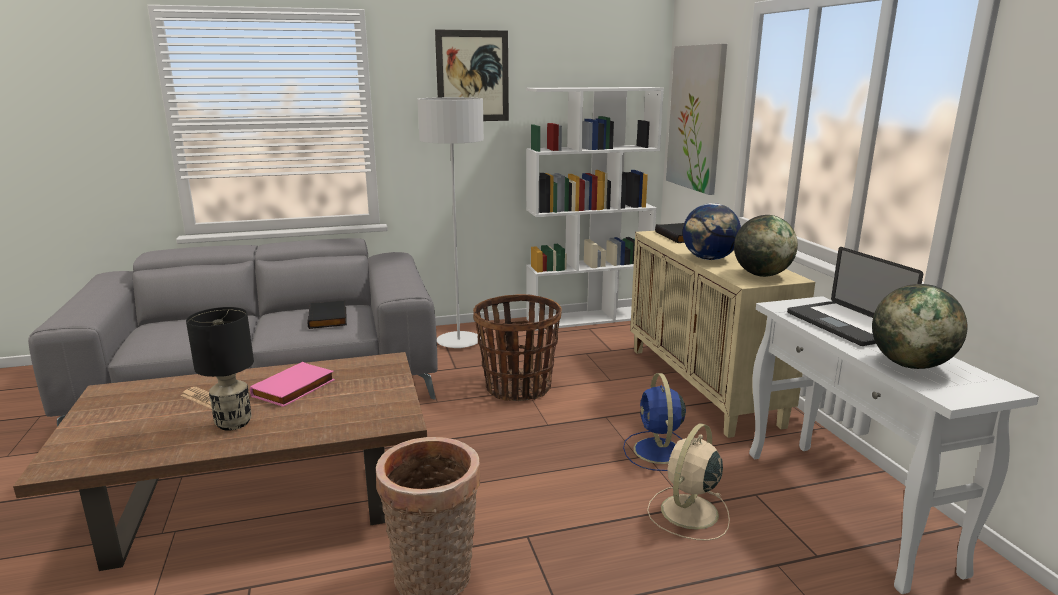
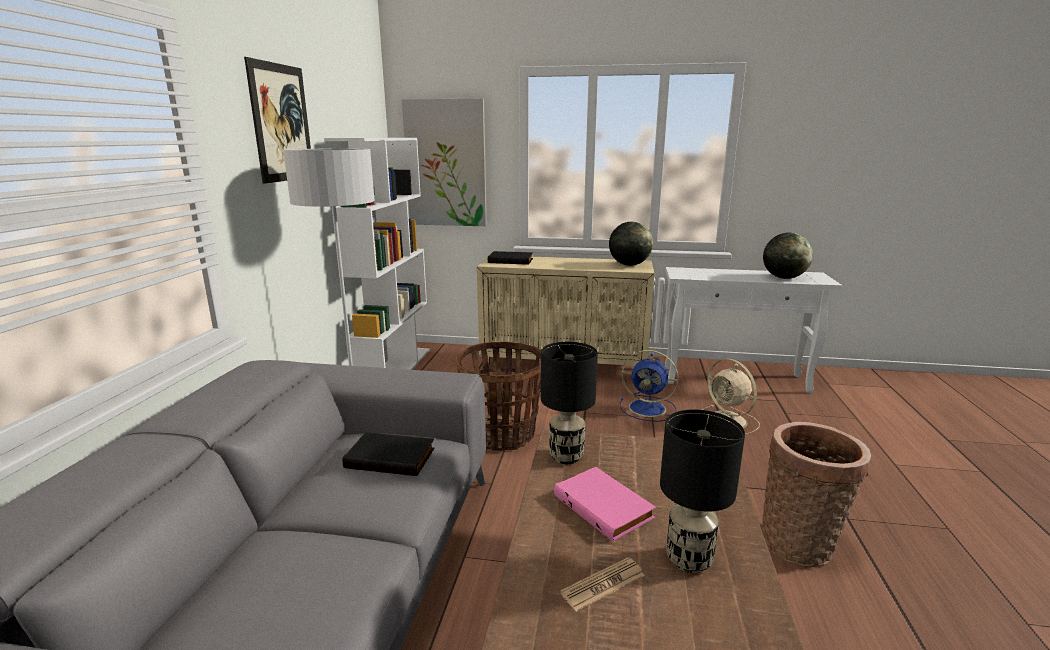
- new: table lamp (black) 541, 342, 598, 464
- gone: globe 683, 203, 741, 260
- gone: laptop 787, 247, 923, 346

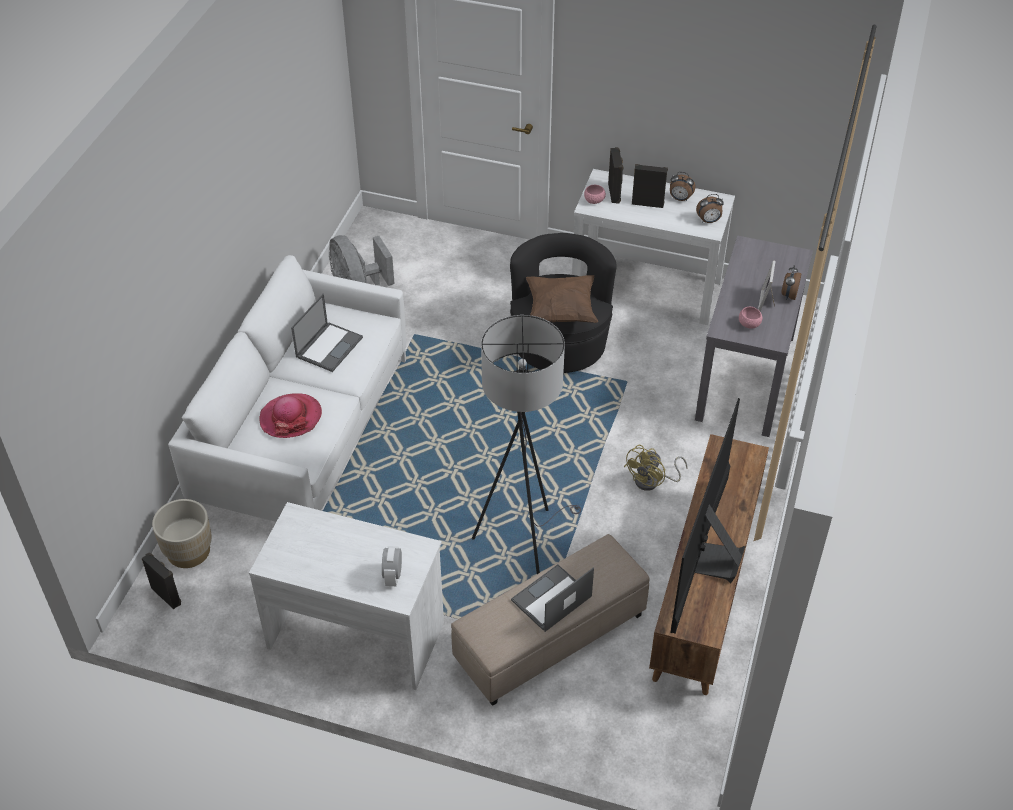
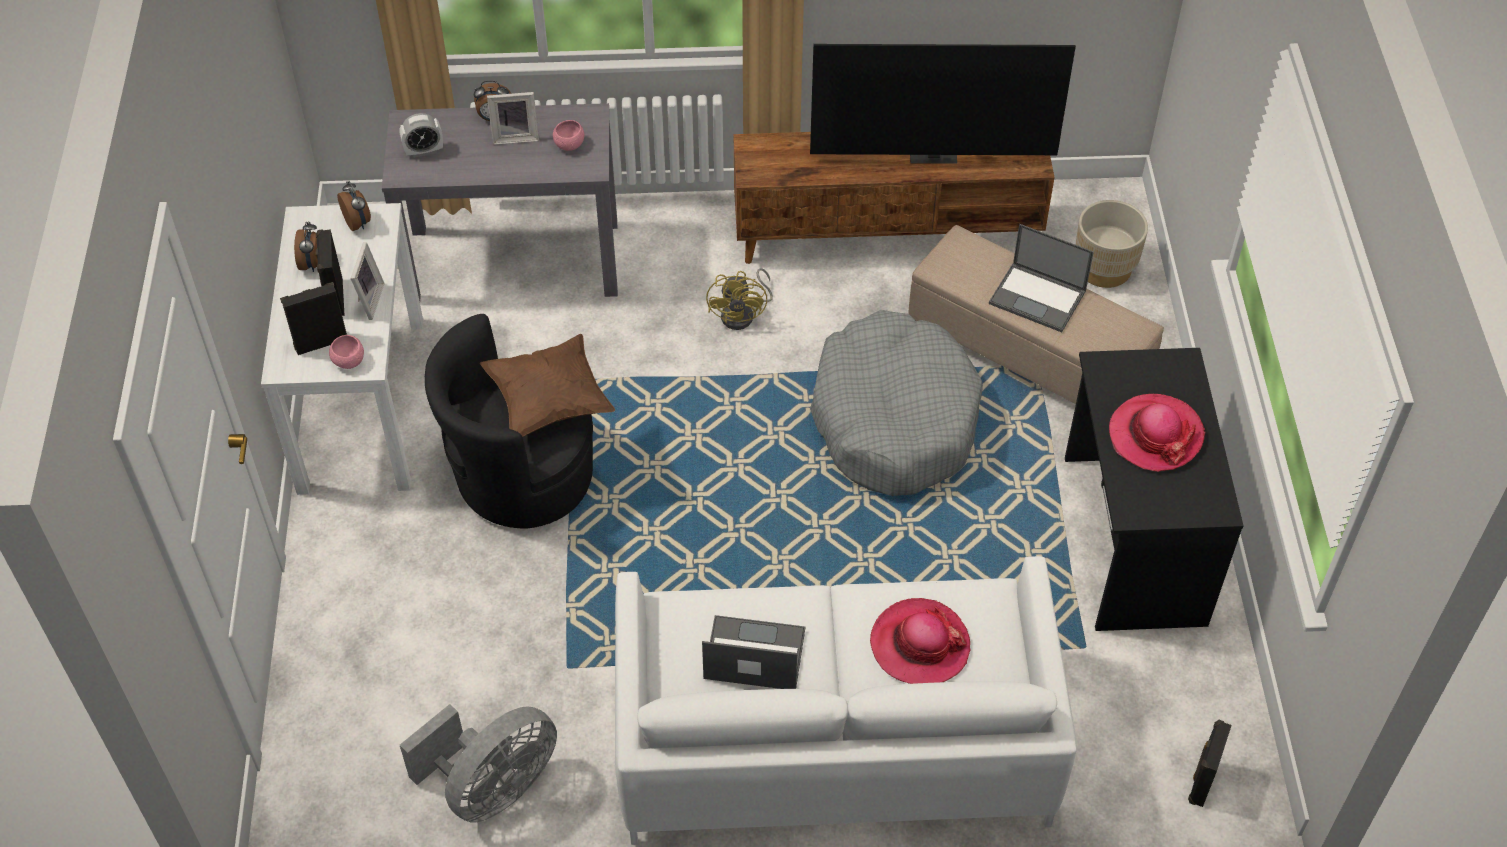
- new: picture frame 351, 242, 385, 320
- shifted: alarm clock 382, 546, 402, 586 to 400, 113, 443, 158
- rotated: fan (yellow) 624, 445, 688, 491 = 706, 268, 773, 330 75 degrees clockwise
- swapped: floor lamp (grey) 472, 315, 581, 574 to dog bed (grey) 810, 310, 983, 496
- repainted: desk (white) 249, 502, 444, 690 to desk (black) 1065, 348, 1243, 631
- shifted: planter (beige) 152, 499, 212, 568 to 1076, 200, 1148, 288
- new: hat 1109, 394, 1205, 472

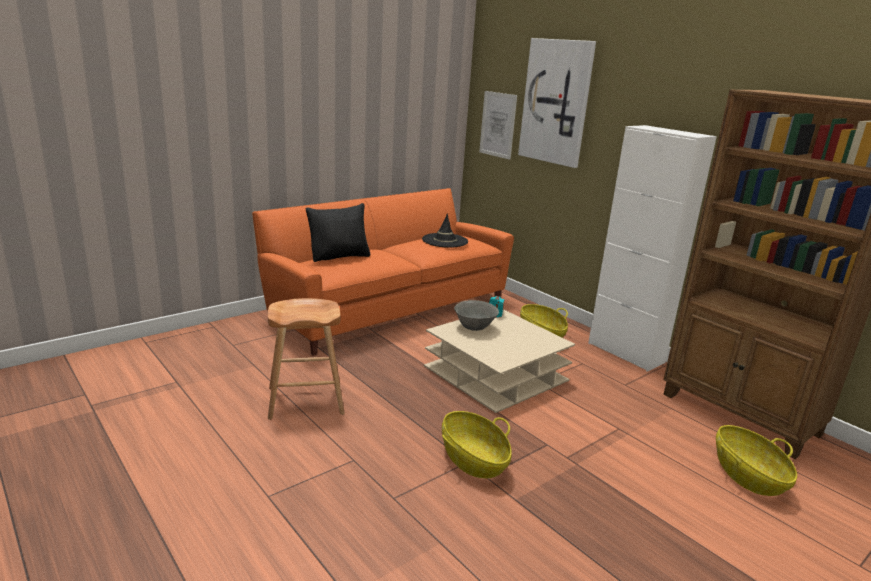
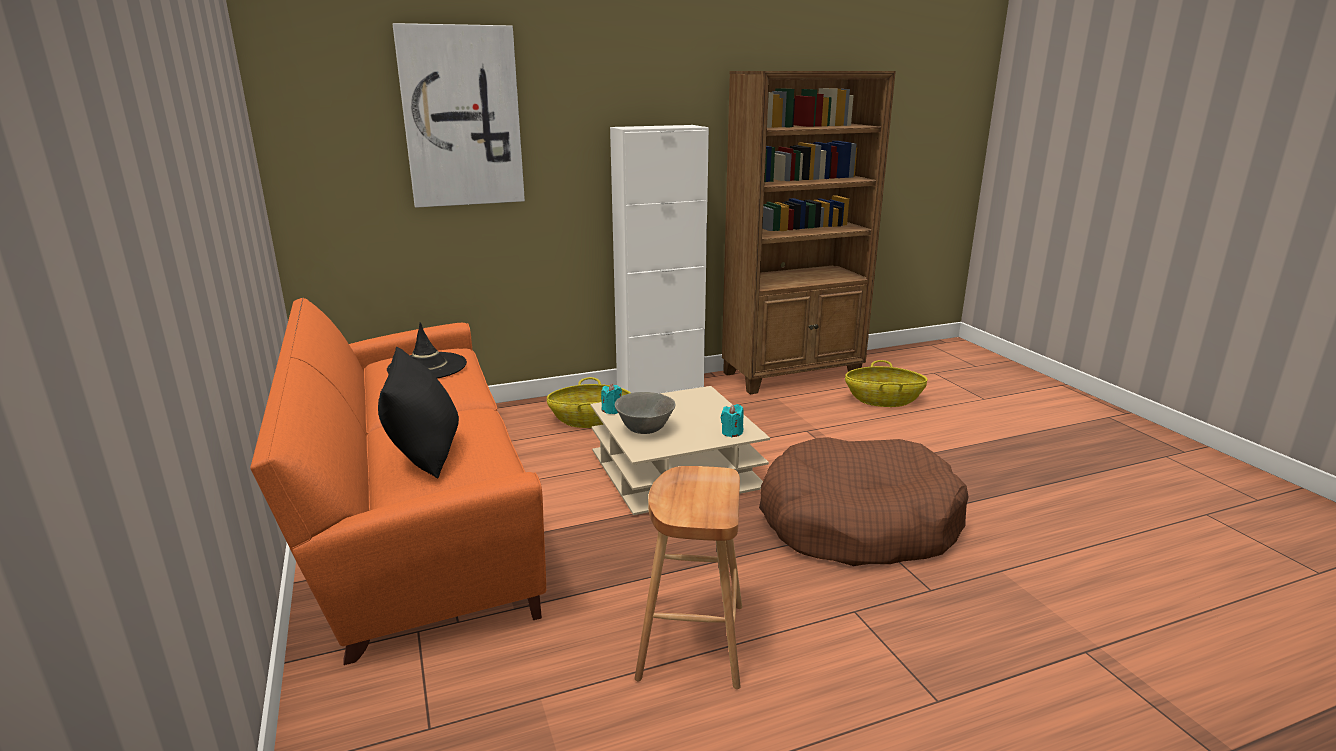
- new: candle (turquoise) 721, 404, 744, 437
- swapped: basket 442, 411, 512, 478 to dog bed (brown) 759, 437, 969, 566
- gone: picture 479, 91, 517, 160

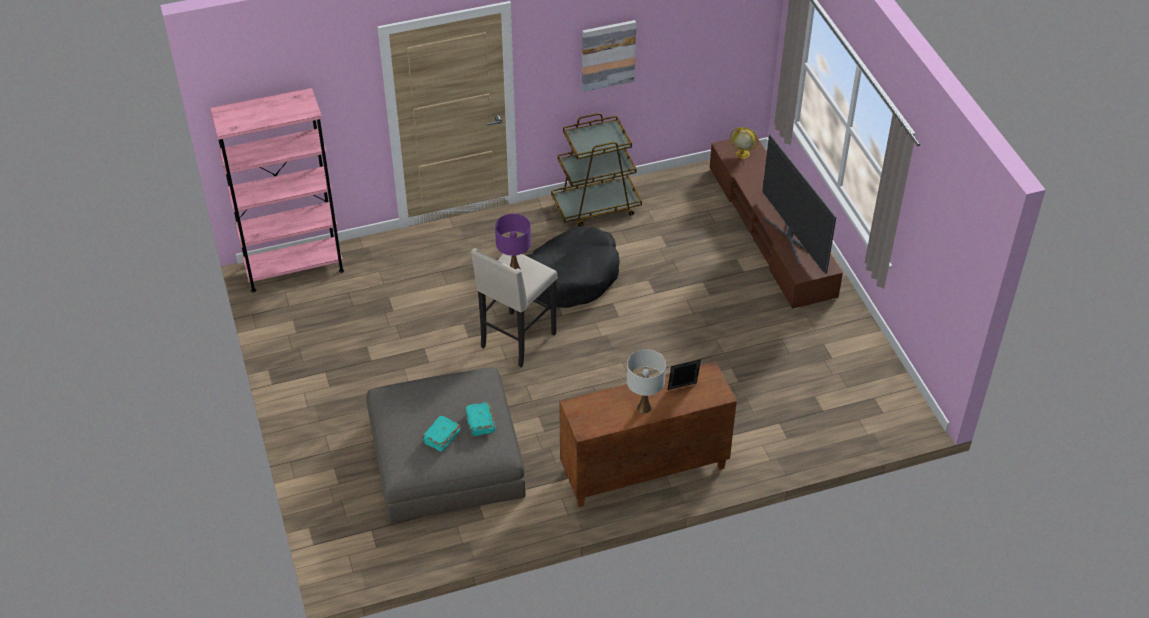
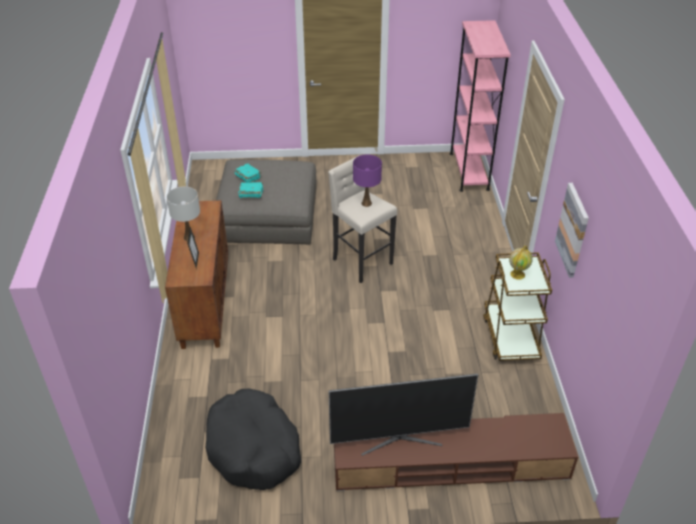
- shifted: dog bed (black) 526, 226, 620, 308 to 206, 388, 301, 490
- shifted: globe 730, 127, 758, 159 to 509, 246, 533, 280

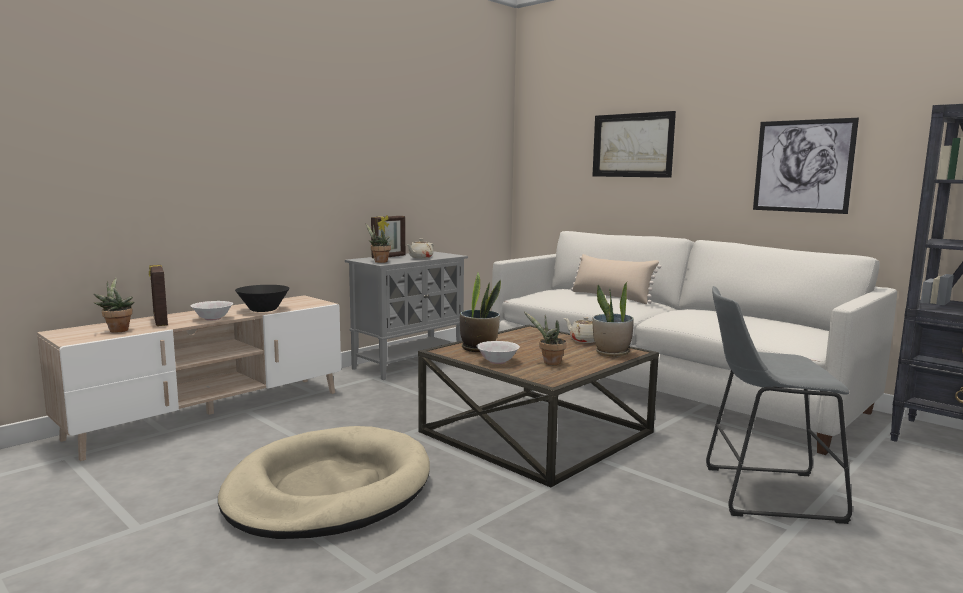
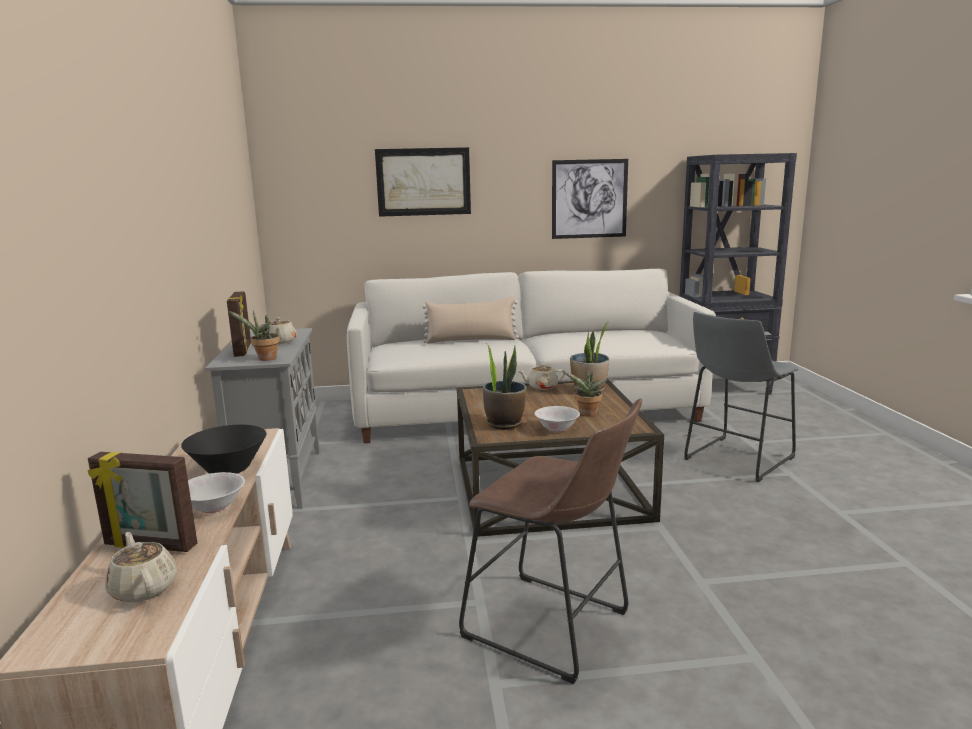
- swapped: potted plant 94, 278, 134, 333 to teapot (beige) 105, 532, 177, 603
- swapped: dog bed (beige) 218, 426, 430, 539 to stool (brown) 459, 398, 642, 684

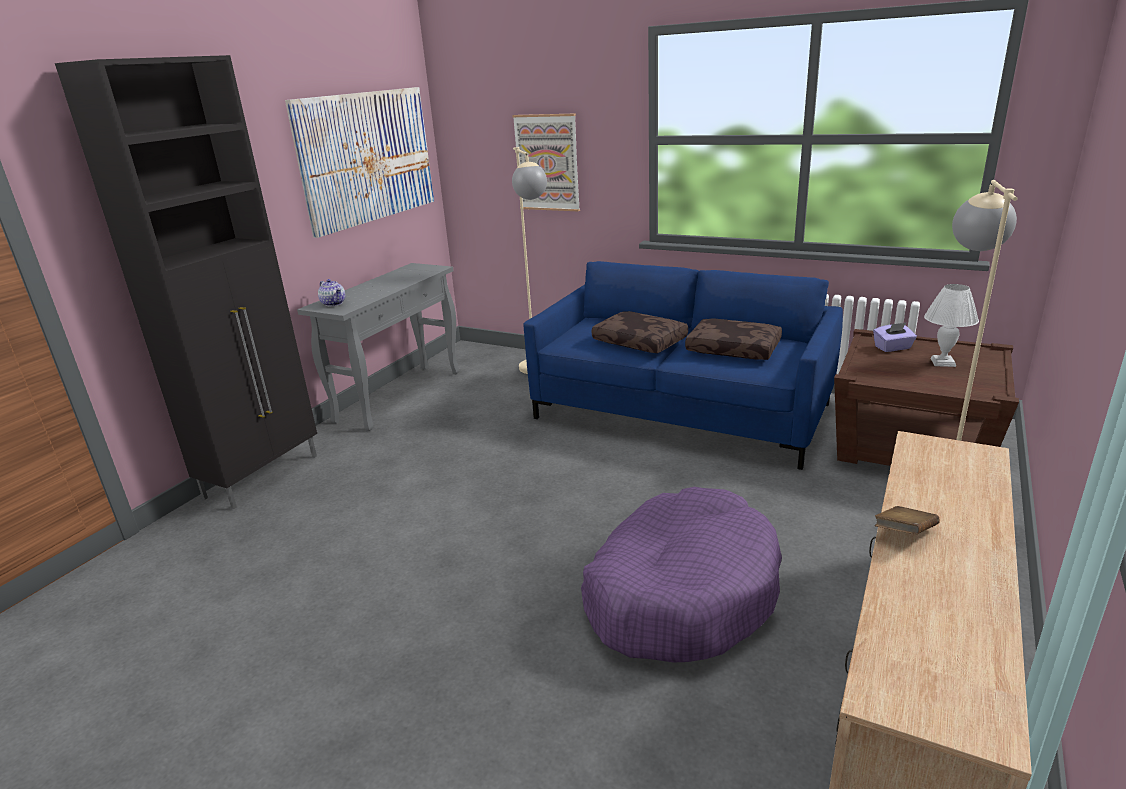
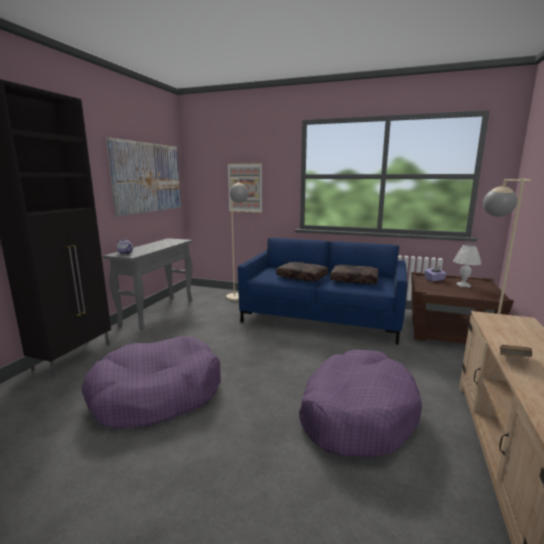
- new: dog bed (purple) 82, 336, 221, 428

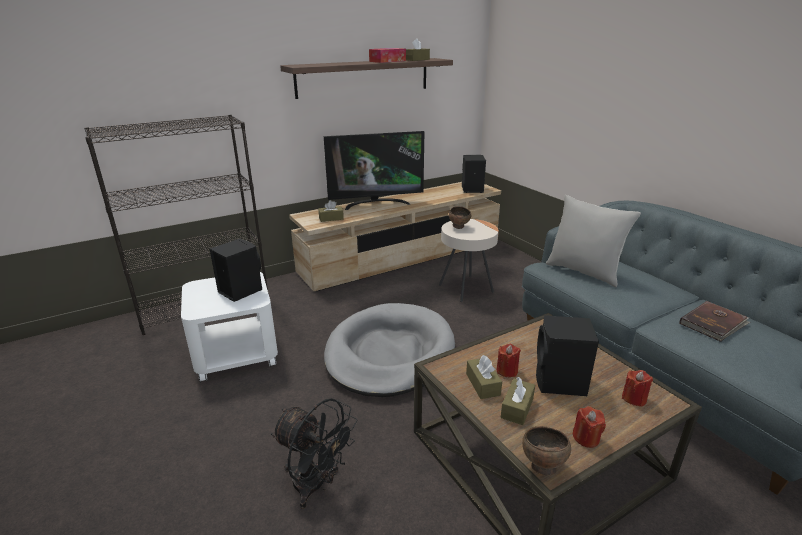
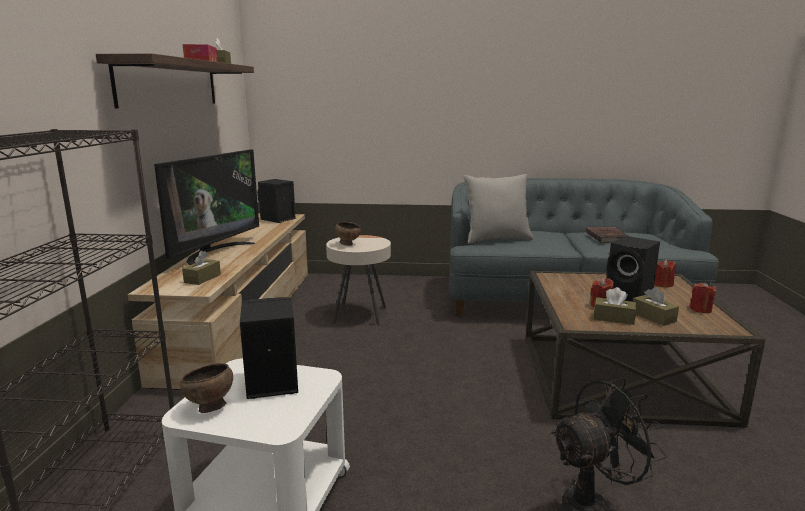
- shifted: bowl (brown) 522, 426, 571, 475 to 180, 363, 233, 413
- gone: dog bed (grey) 324, 303, 455, 397

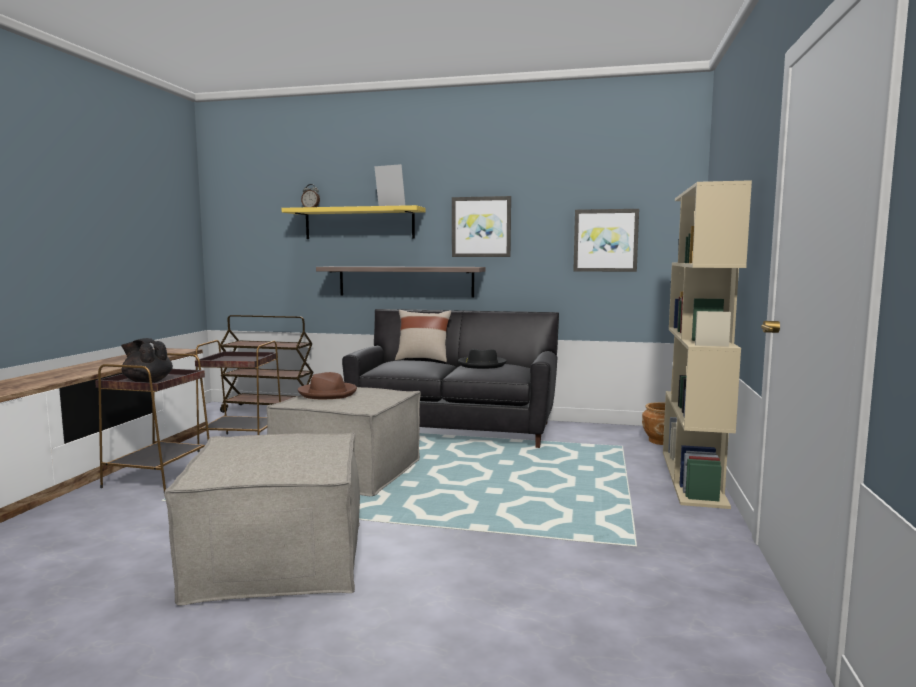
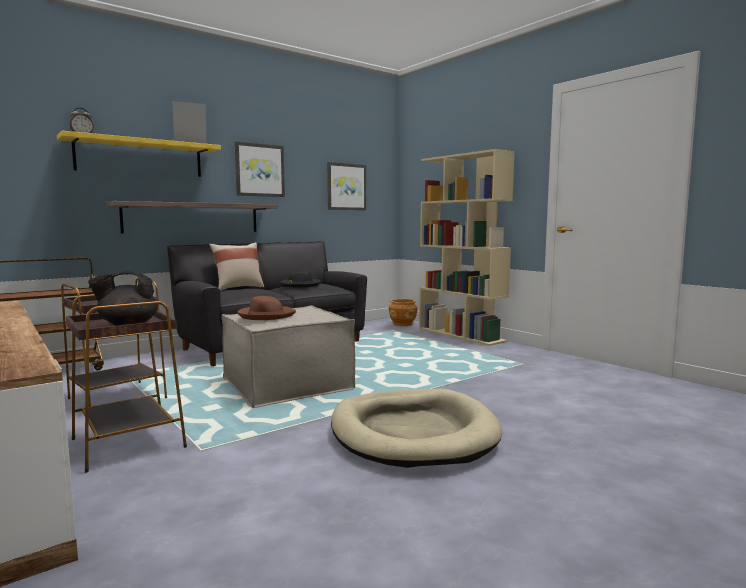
- swapped: ottoman (beige) 164, 433, 360, 605 to dog bed (beige) 331, 389, 502, 468

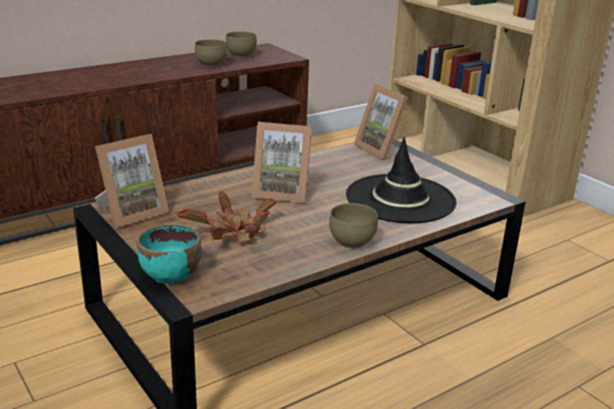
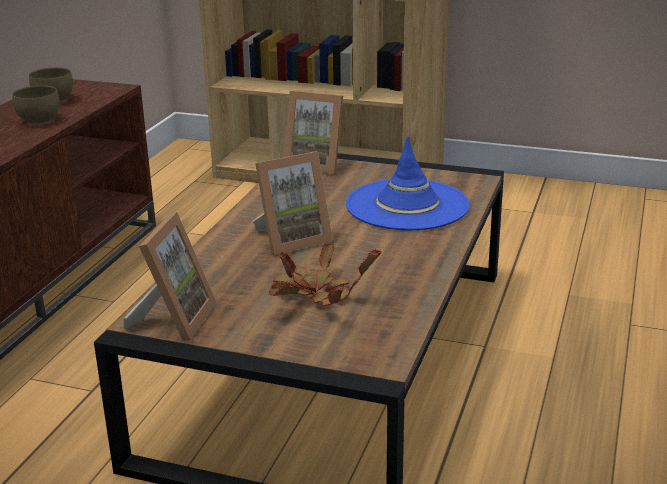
- repainted: hat (black) 346, 137, 456, 223 to hat (blue) 346, 136, 470, 230
- gone: bowl (turquoise) 137, 223, 202, 284
- gone: bowl (brown) 329, 203, 378, 248

